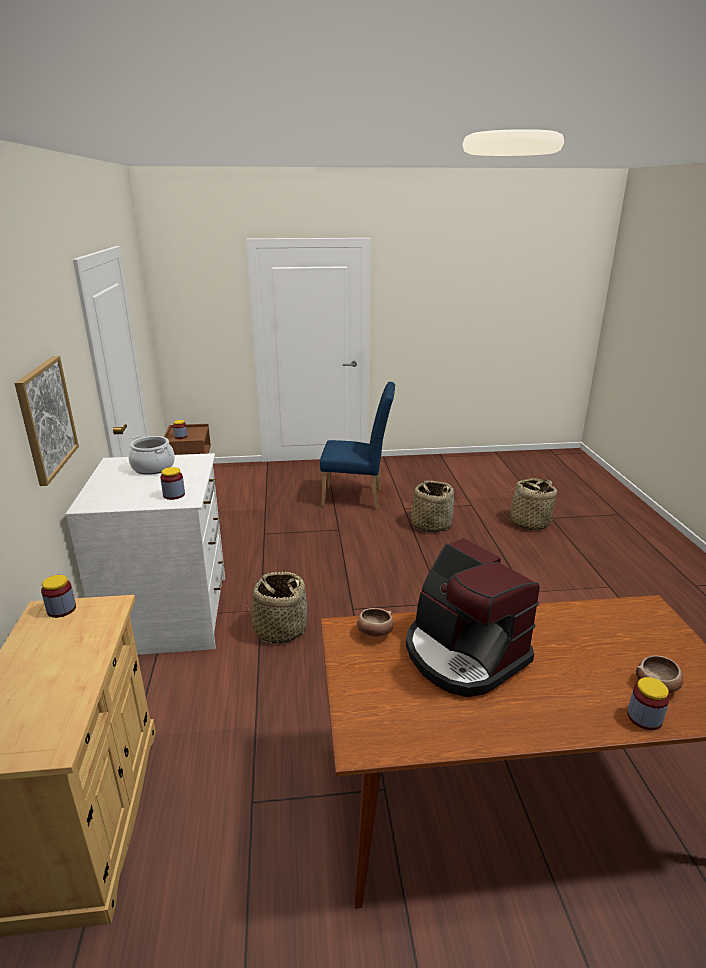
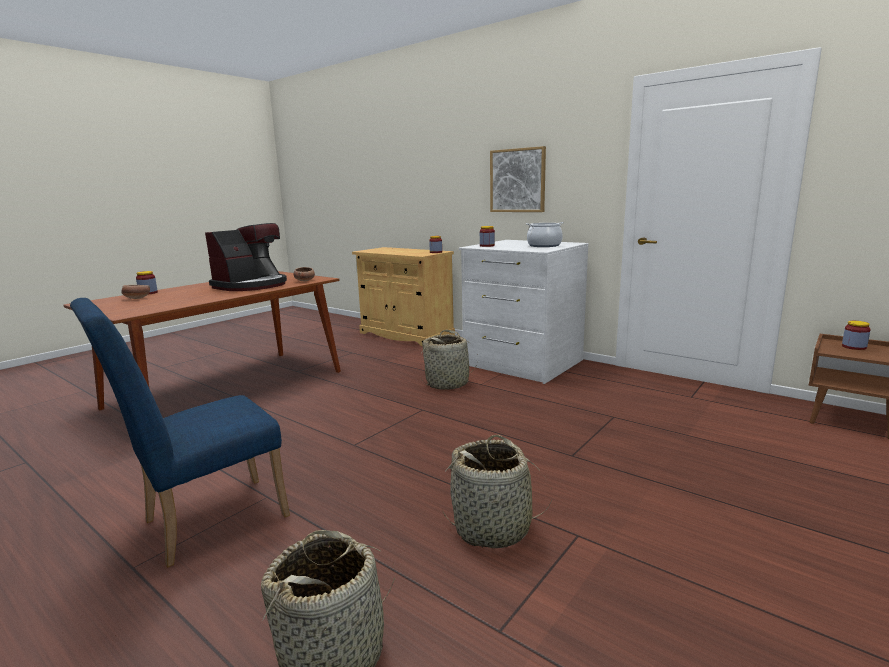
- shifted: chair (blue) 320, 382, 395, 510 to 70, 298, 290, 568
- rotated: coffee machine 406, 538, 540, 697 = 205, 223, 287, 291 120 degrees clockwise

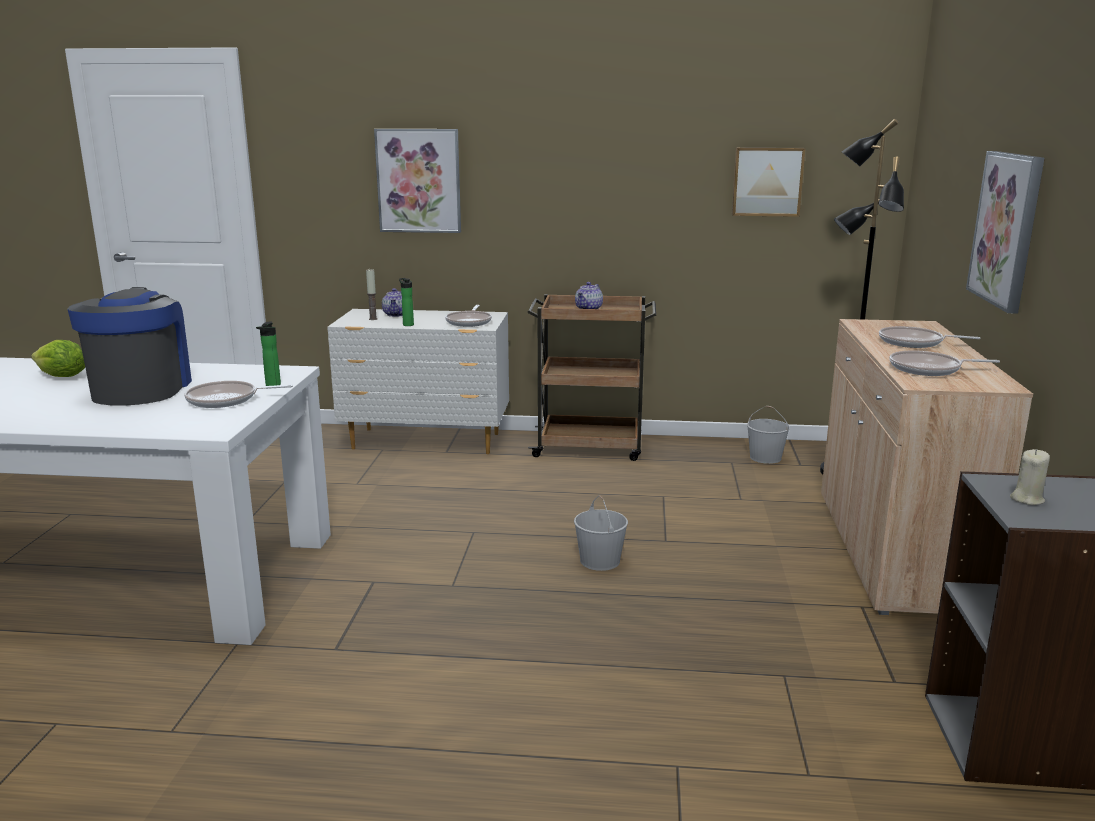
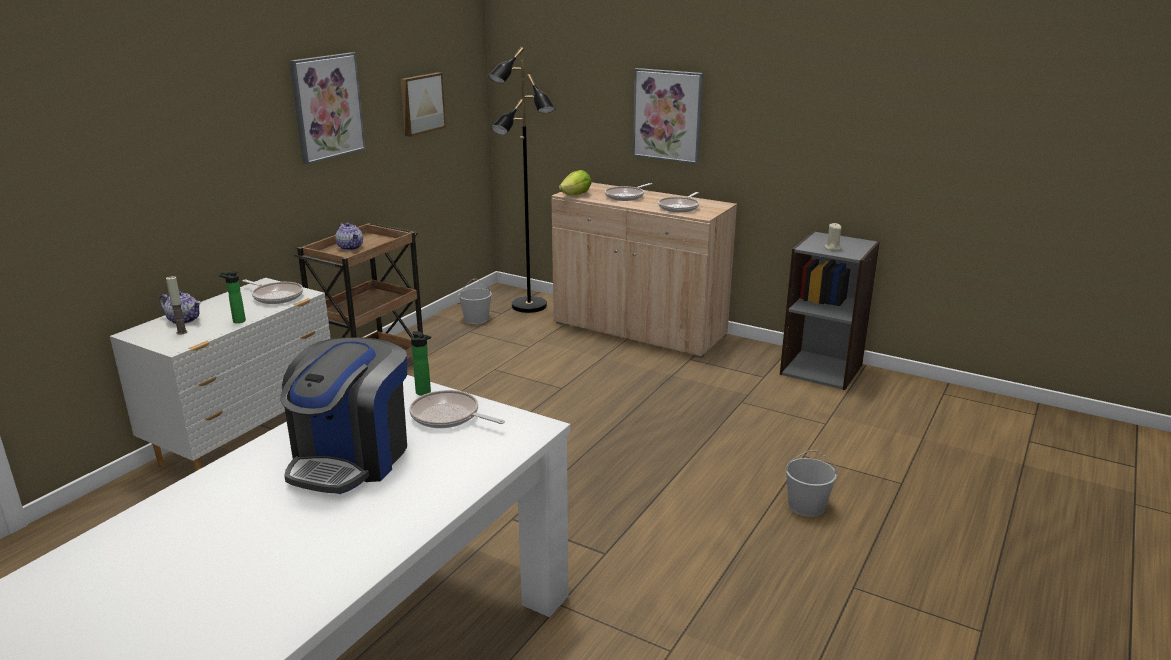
- rotated: coffee machine 67, 287, 192, 406 = 280, 337, 407, 494 90 degrees counterclockwise
- shifted: picture 374, 129, 461, 233 to 289, 52, 365, 164
- rotated: frying pan 184, 381, 293, 408 = 409, 390, 505, 428 105 degrees clockwise
- shifted: lettuce 31, 340, 85, 377 to 559, 170, 591, 195
- shifted: bucket (white) 574, 495, 628, 571 to 786, 450, 837, 517

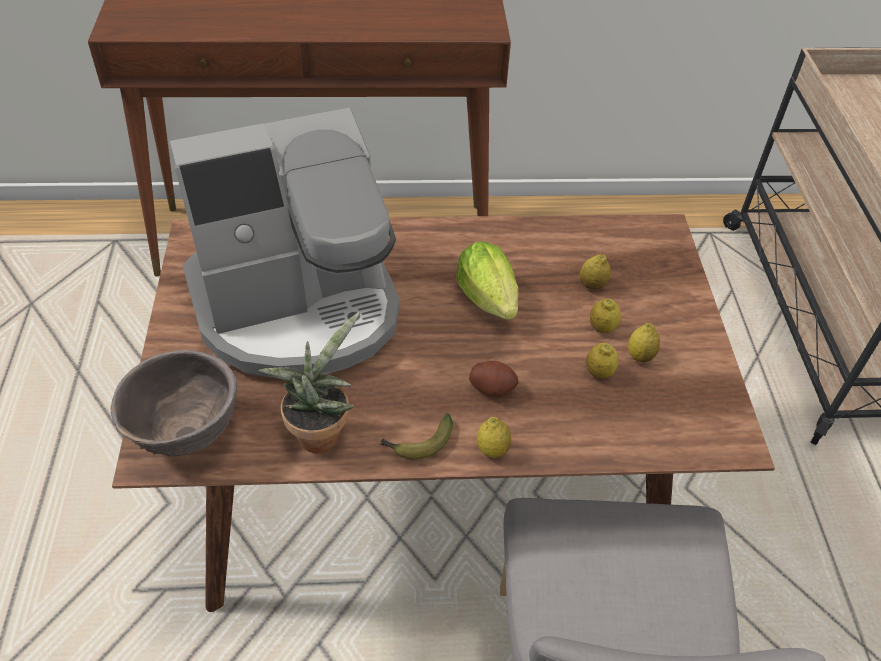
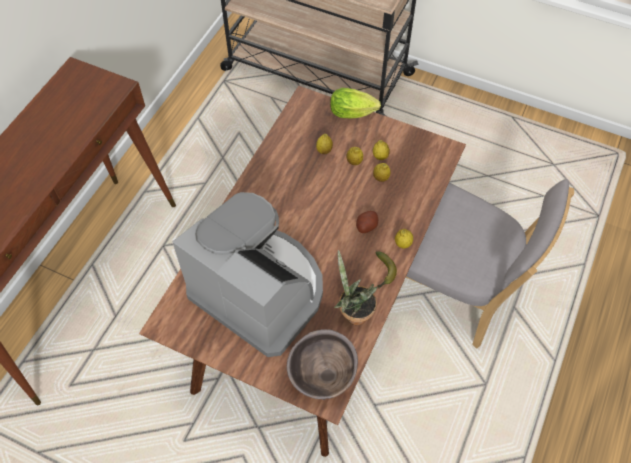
- rotated: coffee machine 170, 108, 399, 378 = 173, 192, 323, 357 60 degrees counterclockwise
- shifted: lettuce 456, 241, 518, 320 to 330, 88, 381, 118

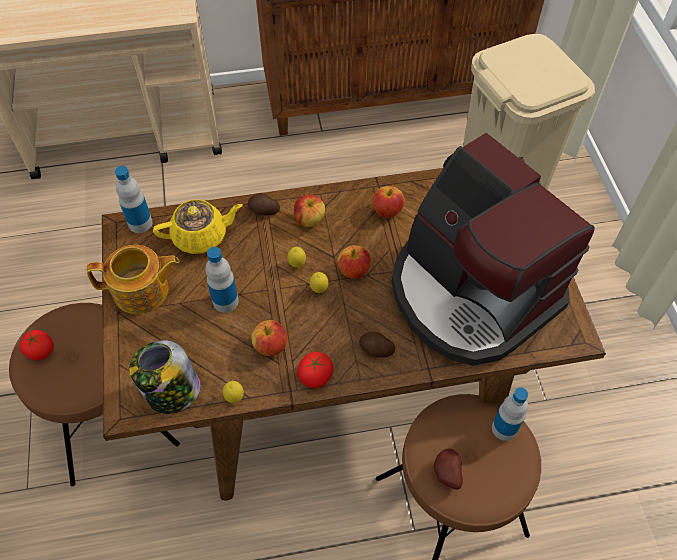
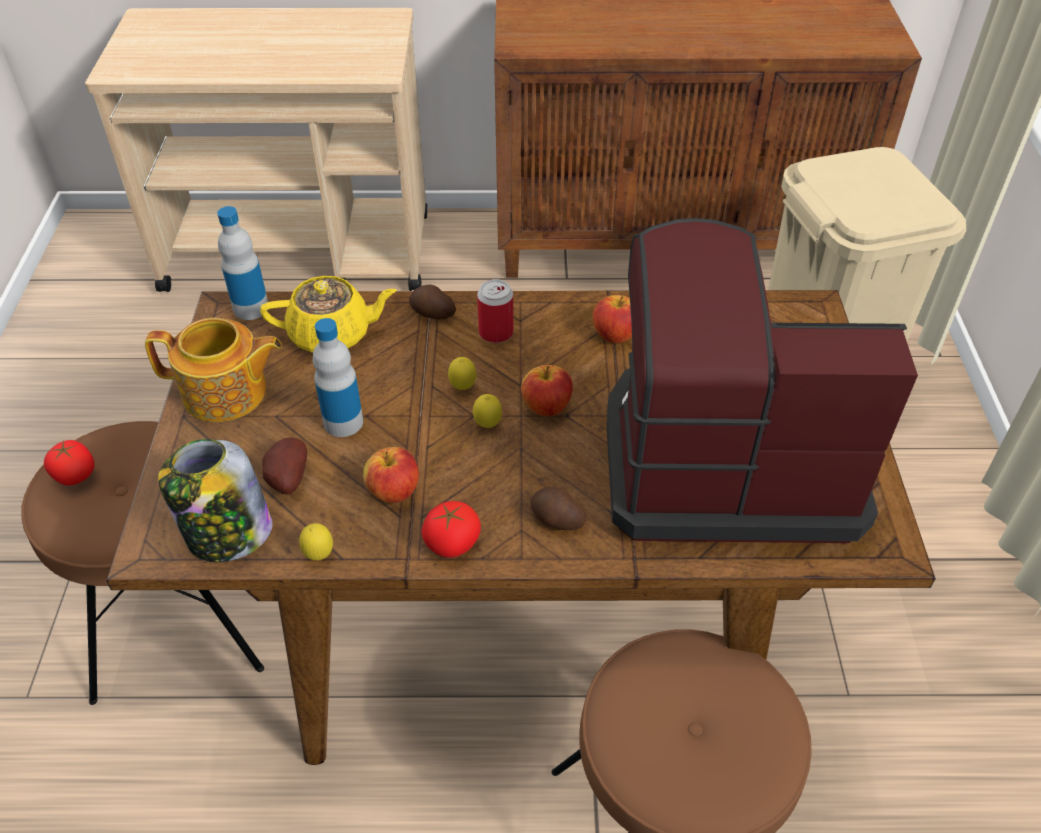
- shifted: potato 434, 449, 463, 490 to 262, 437, 307, 494
- swapped: apple 294, 194, 325, 227 to can 477, 279, 513, 343
- rotated: coffee machine 392, 133, 594, 366 = 607, 218, 918, 543 120 degrees clockwise
- gone: bottle 492, 387, 528, 441

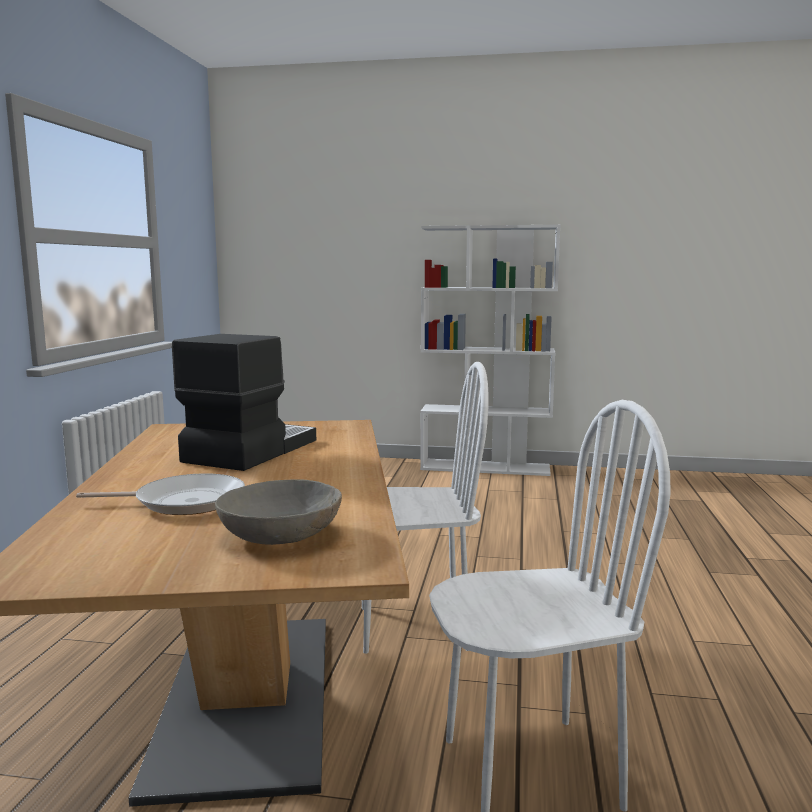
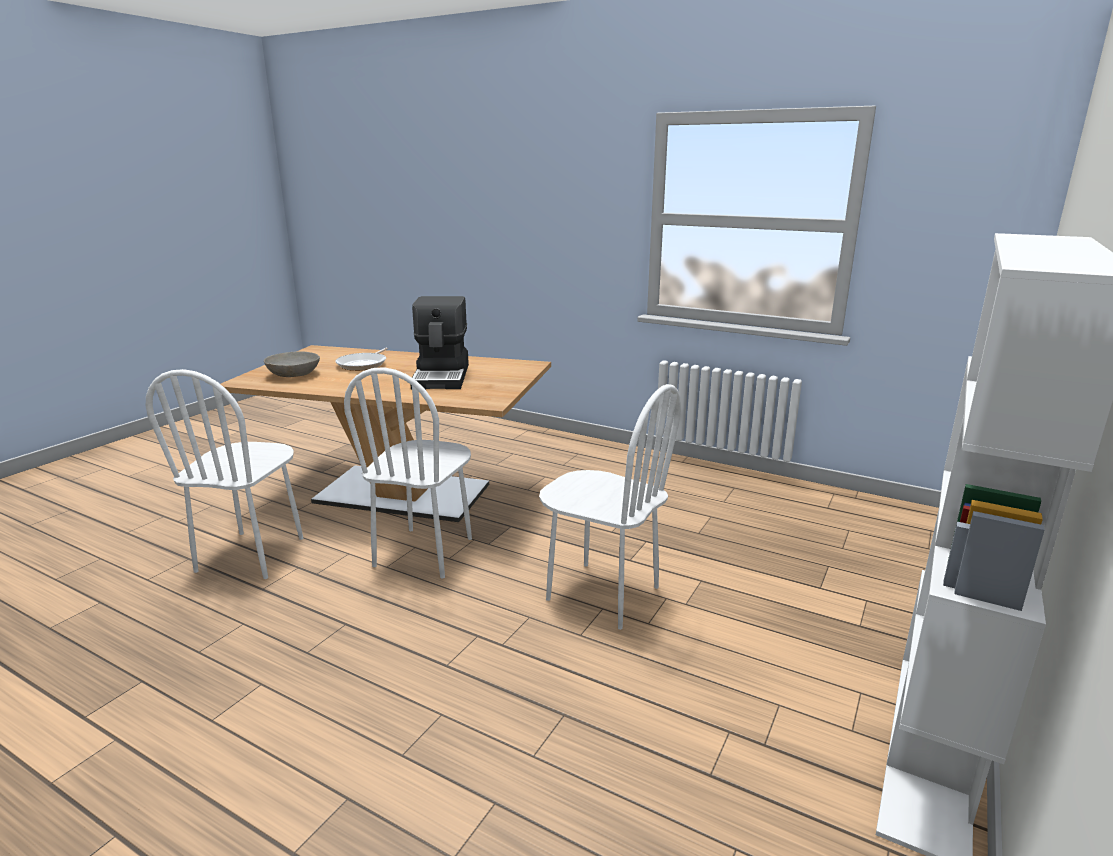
- rotated: coffee machine 172, 334, 316, 471 = 410, 296, 469, 390 45 degrees clockwise
- new: chair (white) 539, 384, 681, 630

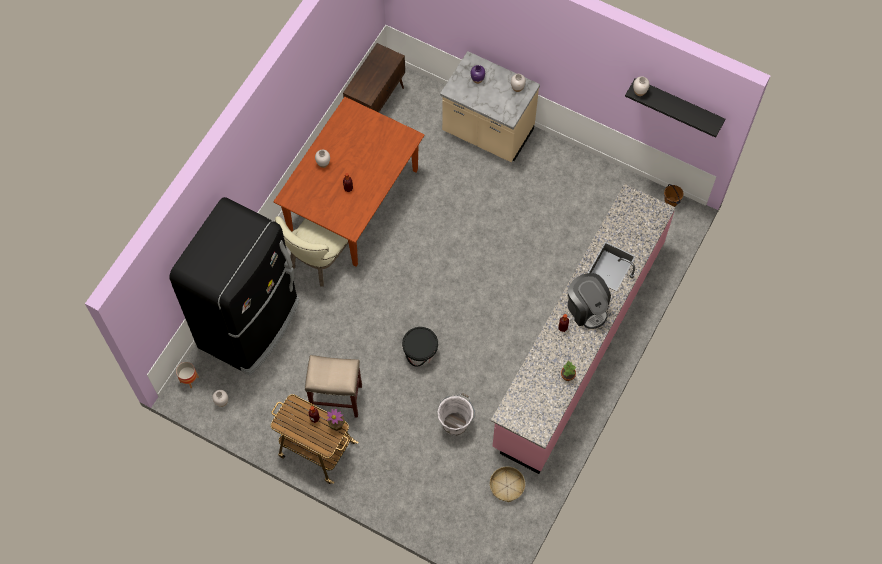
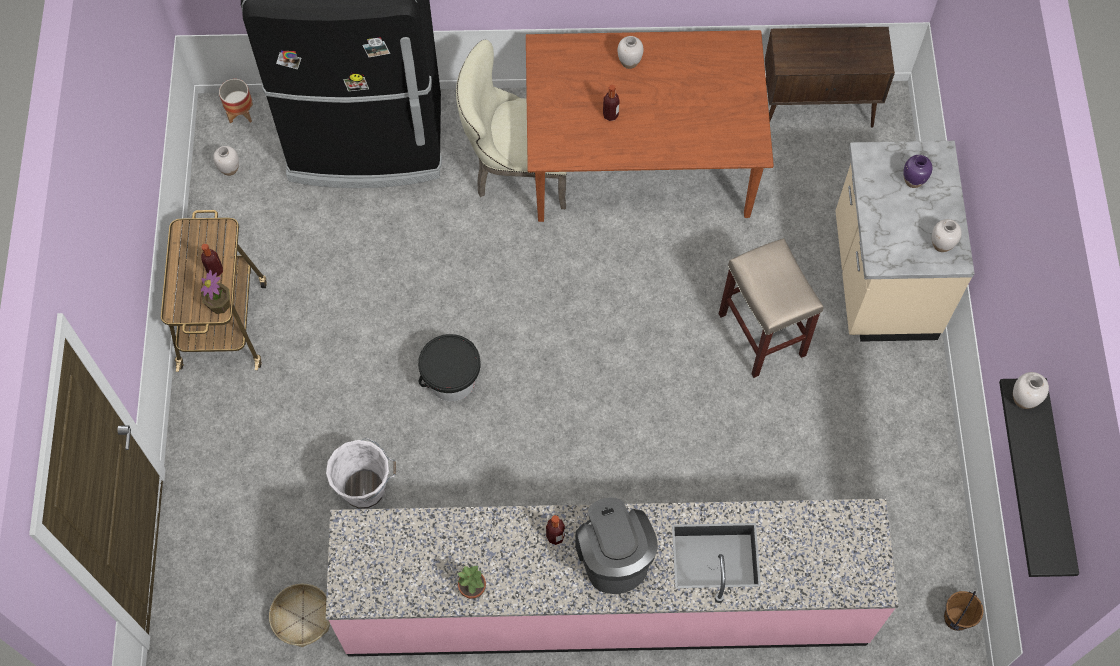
- rotated: coffee machine 568, 273, 611, 329 = 575, 497, 658, 594 135 degrees clockwise
- shifted: stool (beige) 305, 355, 362, 418 to 719, 238, 823, 378

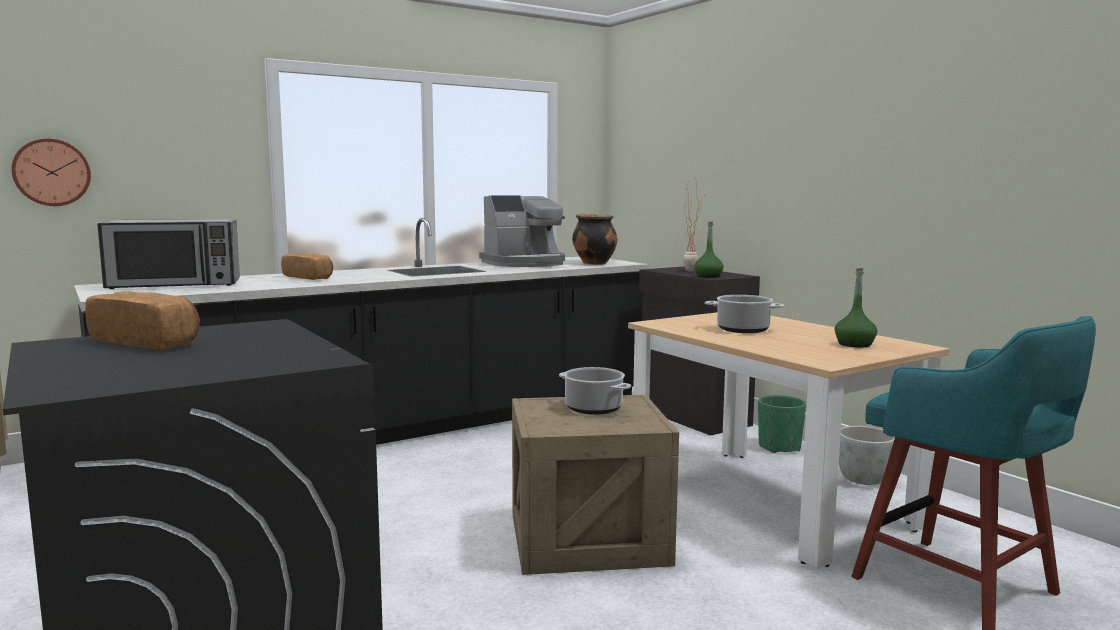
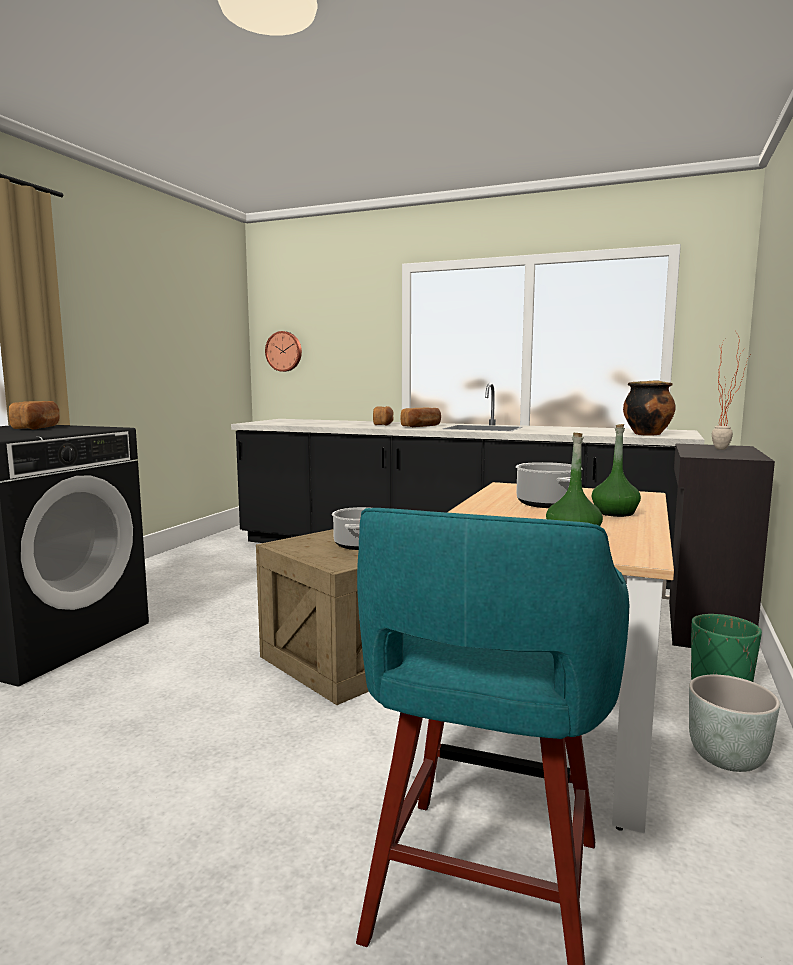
- new: bread 401, 407, 441, 427
- shifted: bottle (green) 694, 221, 724, 278 to 592, 424, 641, 517
- gone: microwave 98, 219, 240, 289
- gone: coffee machine 479, 195, 565, 267

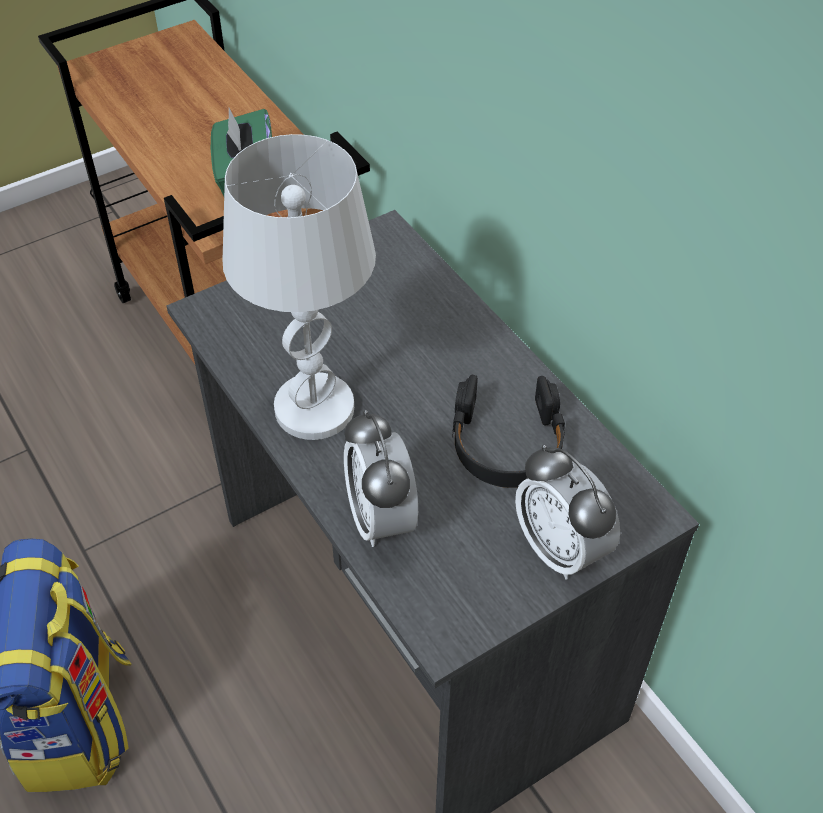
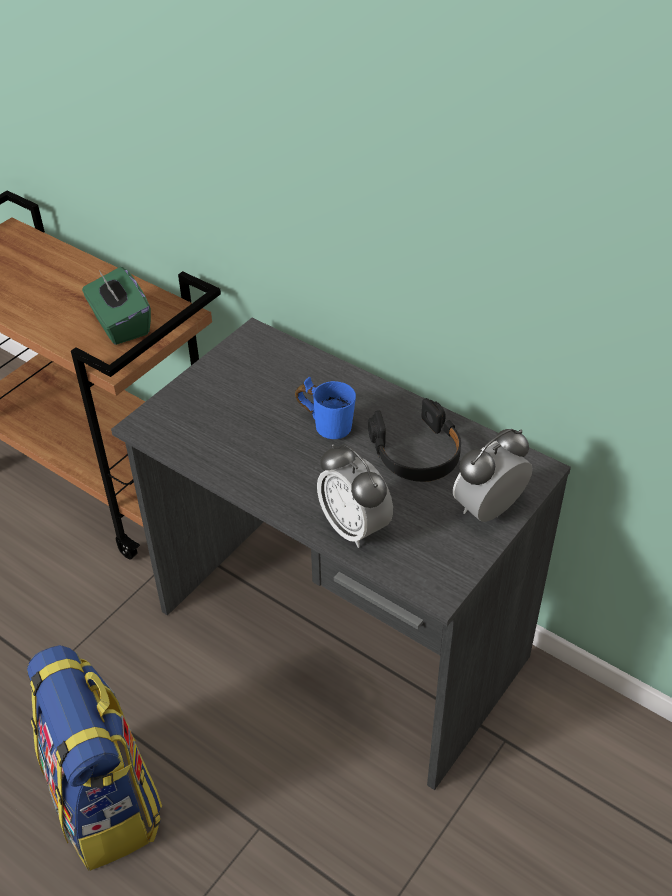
- new: mug (blue) 295, 377, 356, 439
- rotated: alarm clock 515, 445, 620, 580 = 453, 429, 533, 522 105 degrees clockwise
- gone: table lamp (white) 222, 134, 376, 440

